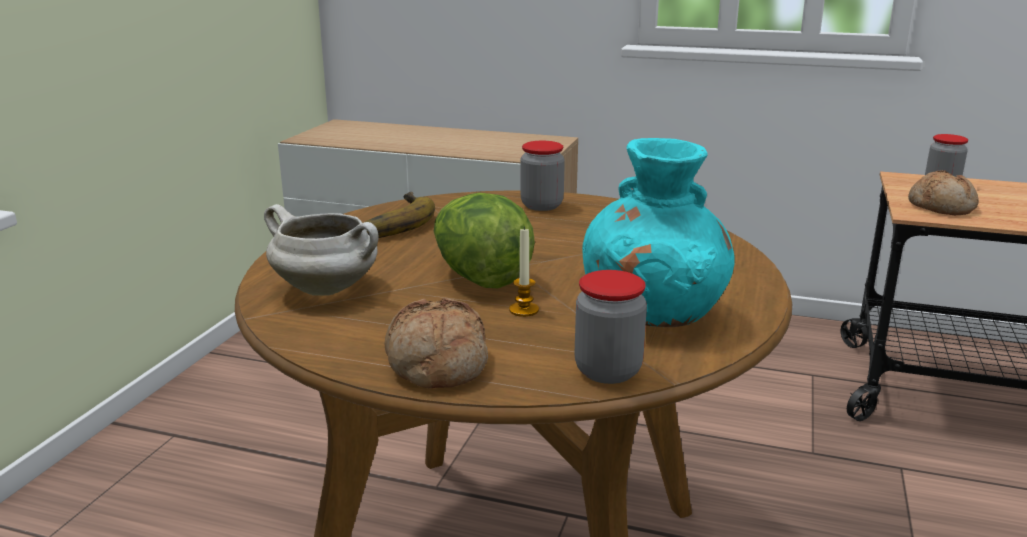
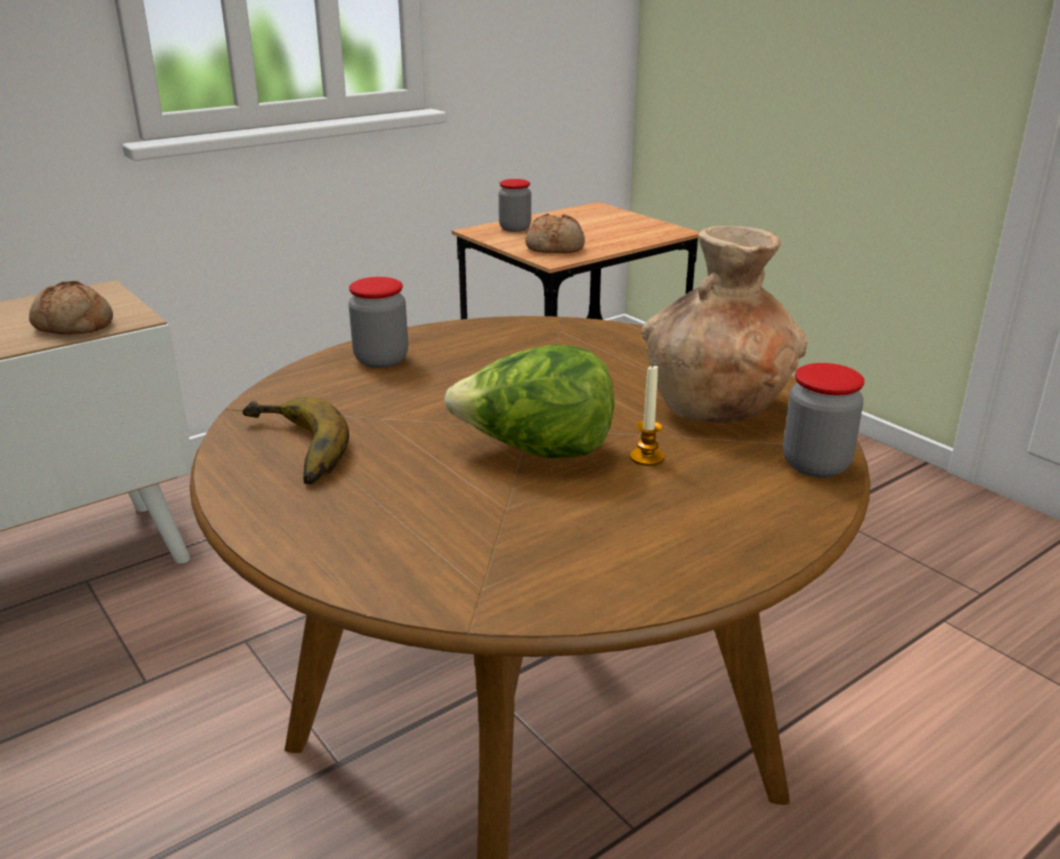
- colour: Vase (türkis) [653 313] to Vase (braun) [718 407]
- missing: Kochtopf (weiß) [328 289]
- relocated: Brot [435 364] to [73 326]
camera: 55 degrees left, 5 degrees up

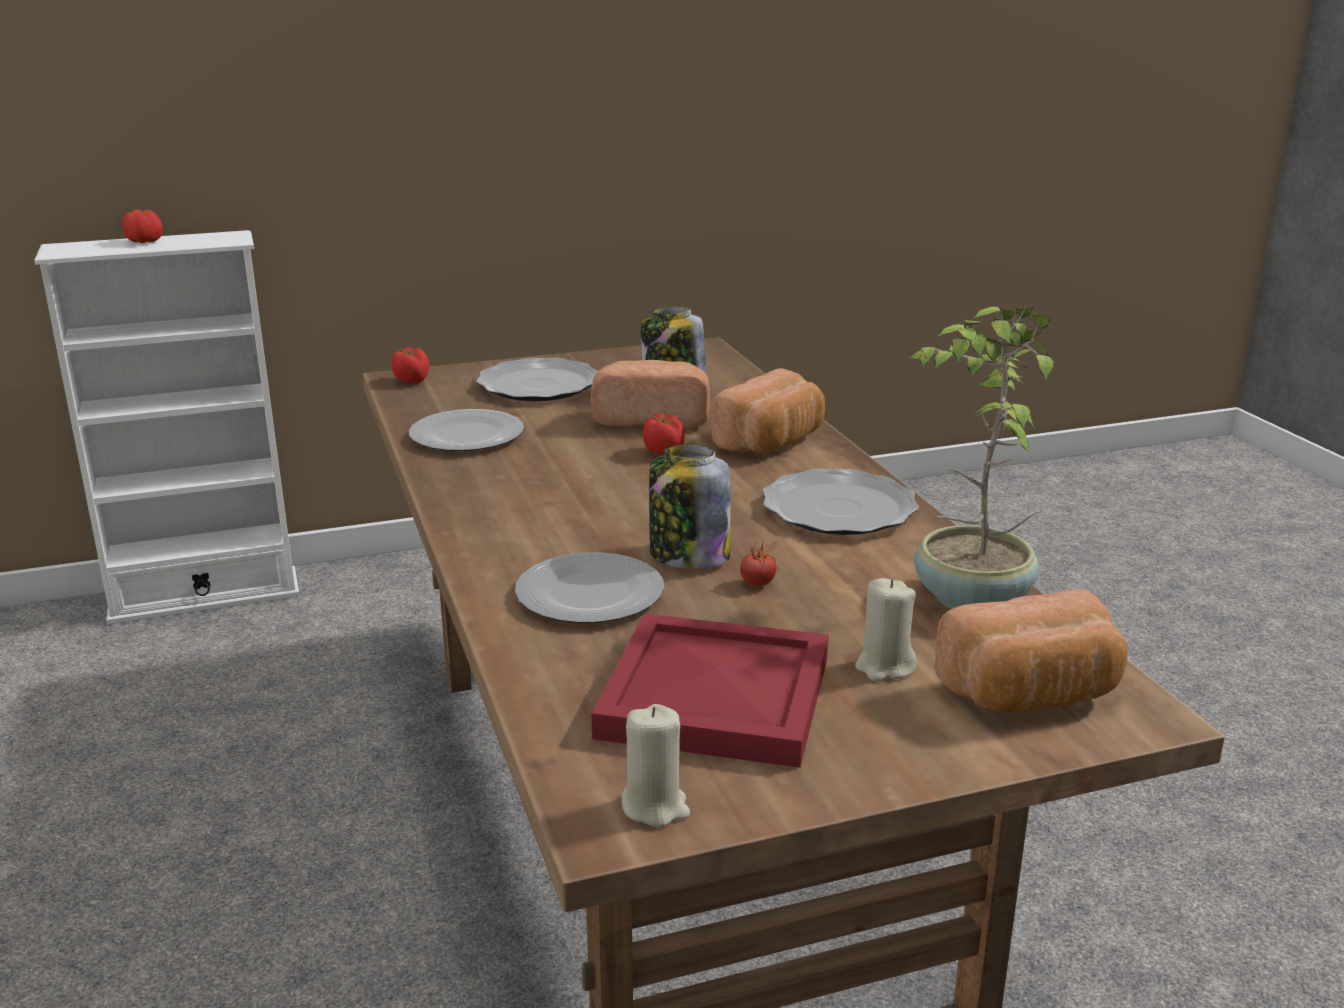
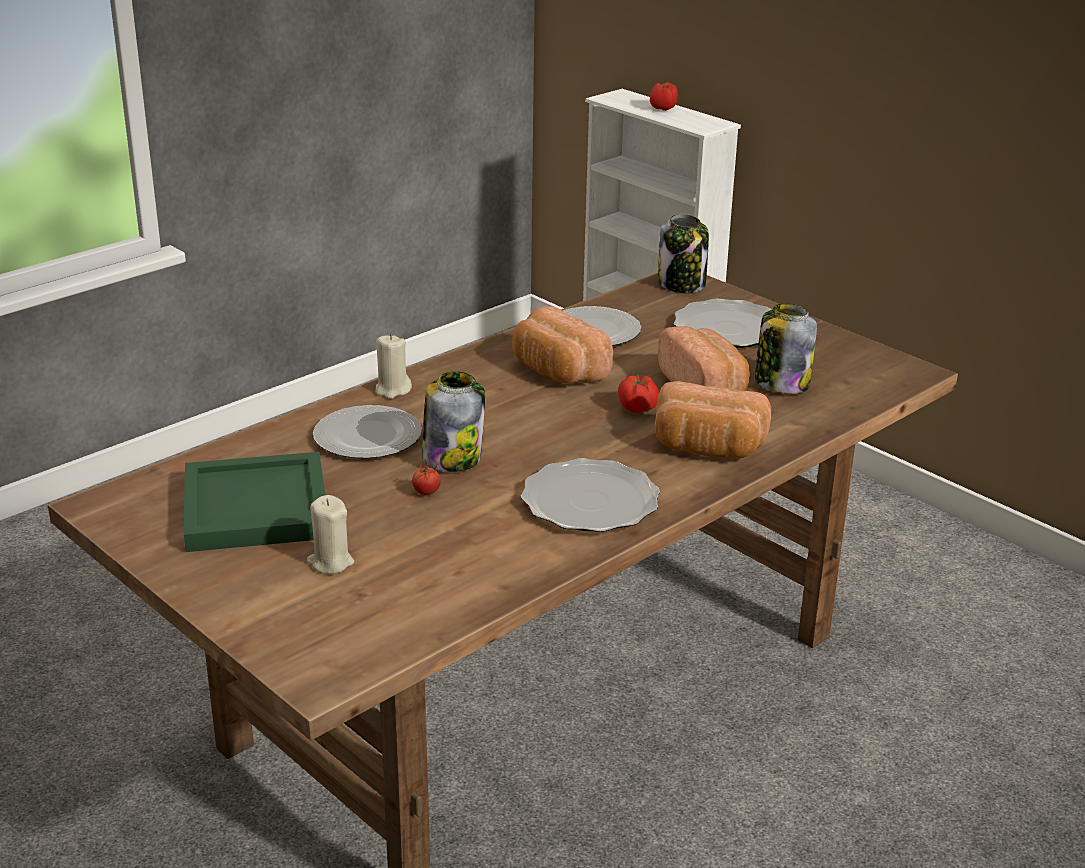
- missing: Topfpflanze [969 599]
- exchanged: Tomate [412 381] to Vorratsglas [682 284]
- relocated: Brot [1032 695] to [556 371]
- colour: Tablett (rot) [713 694] to Tablett (grün) [258 506]
- relocated: Kerze (beige) [655 806] to [392 390]
camera: 65 degrees right, 5 degrees up

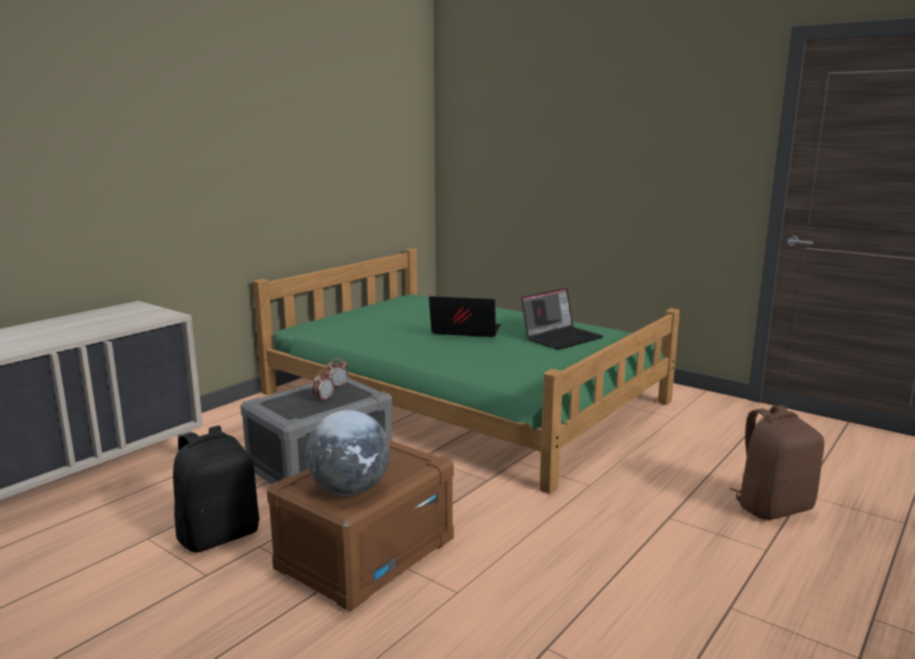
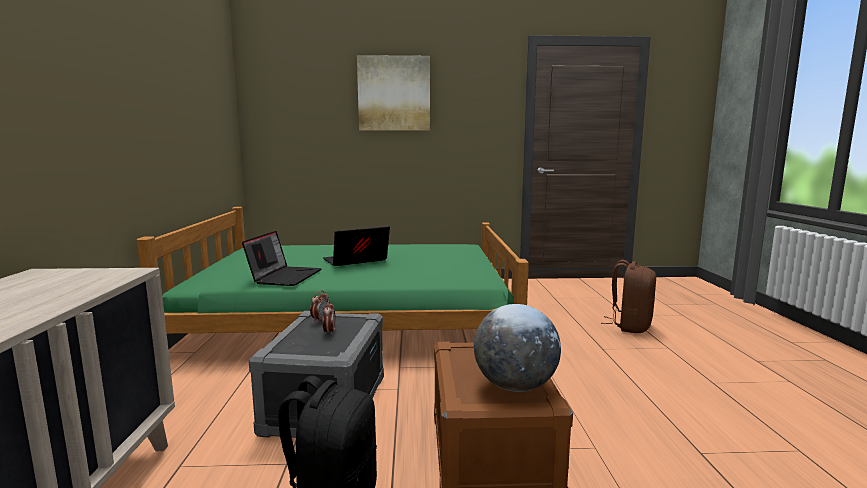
- relocated: Laptop [562 338] to [285 276]
- appeared: Bild [394 93]
camera: 40 degrees left, 5 degrees down

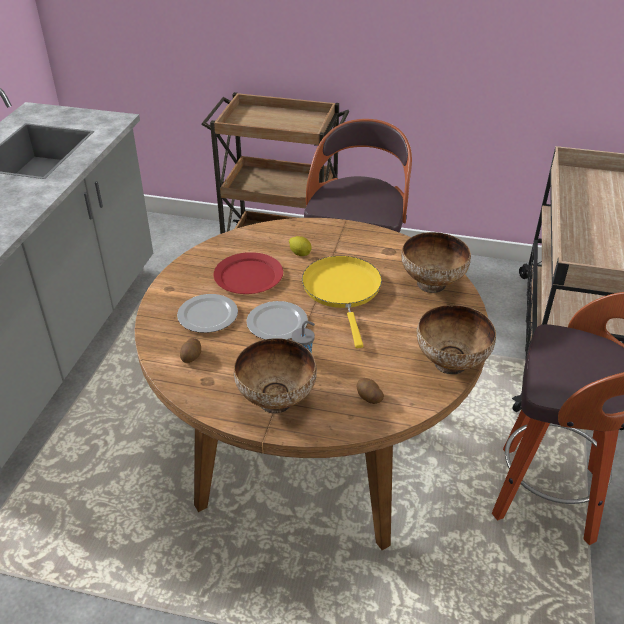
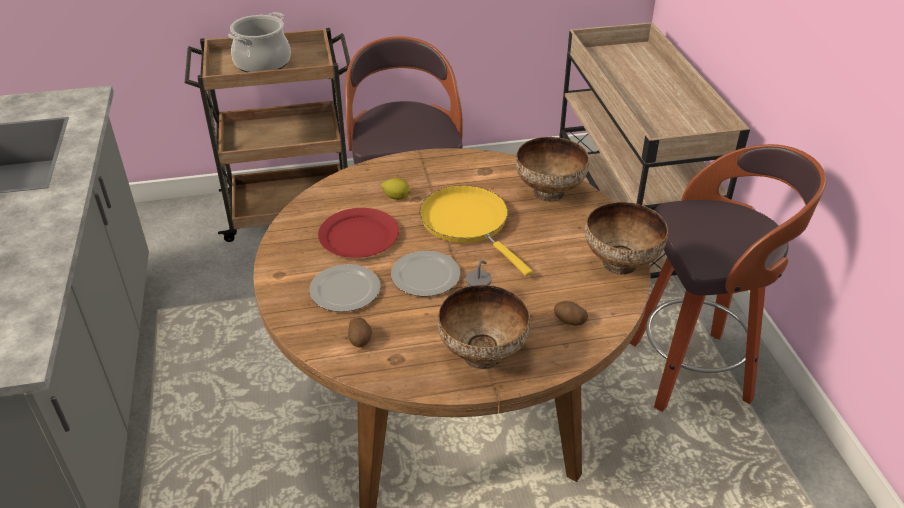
- appeared: Kochtopf [262 63]
camera: 25 degrees left, 0 degrees up

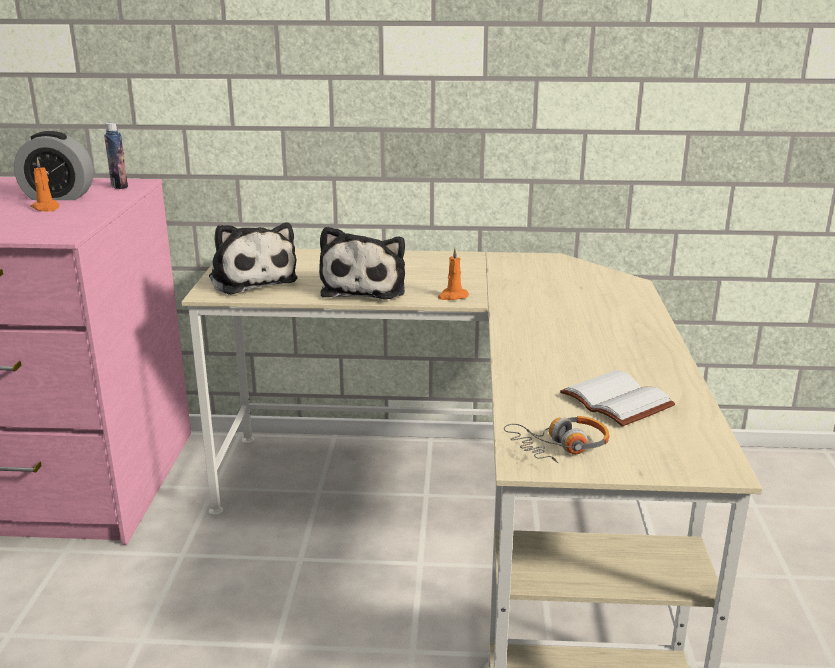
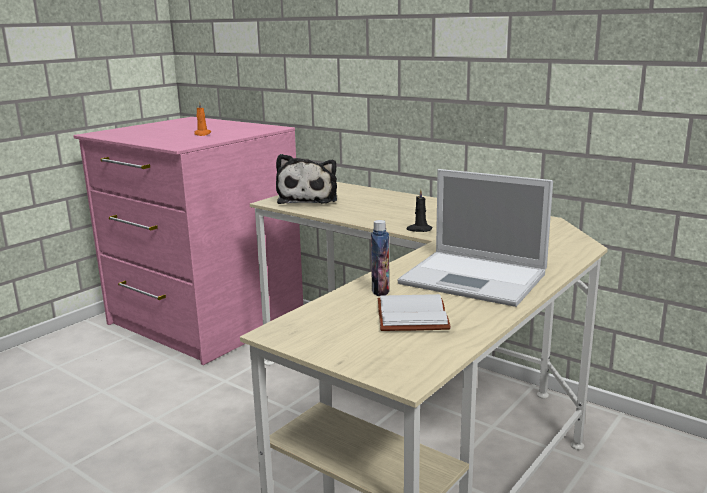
- relocated: Flasche [119 186] to [380 291]
- missing: Wecker [58 197]
- missing: Plüschtier [365 287]
- colour: Kerze (orange) [452 296] to Kerze (schwarz) [419 229]
- missing: Kopfhörer [560 447]
- appeared: Laptop [476 279]
camera: 35 degrees right, 5 degrees down

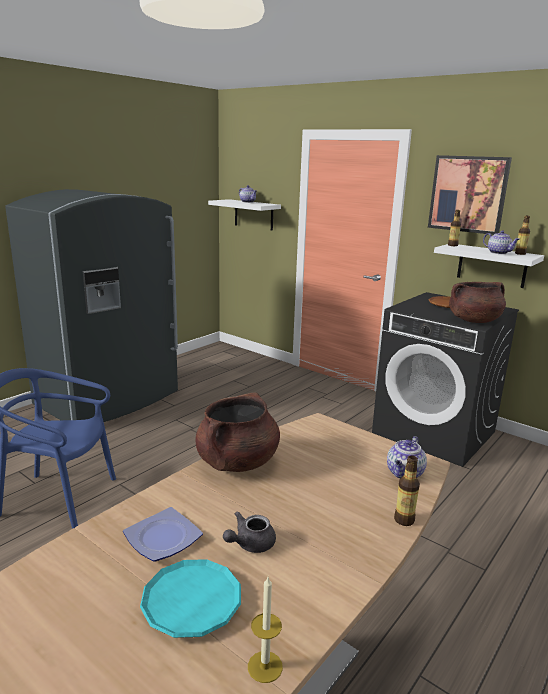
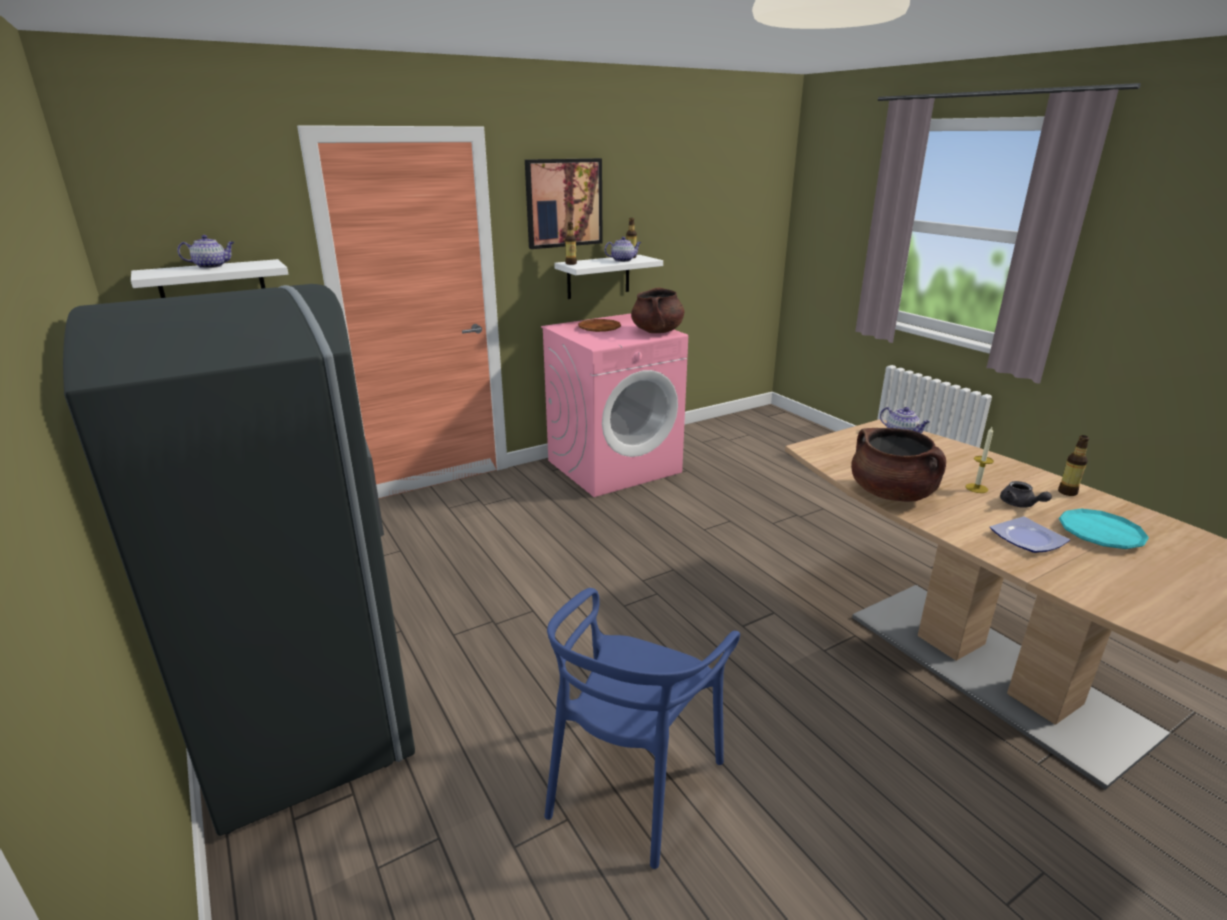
- colour: Waschmaschine (schwarz) [434 432] to Waschmaschine (rosa) [614 466]
- relocated: Flasche [404 520] to [1067 492]
- relocated: Kerze [265 666] to [976 488]
camera: 70 degrees left, 5 degrees up

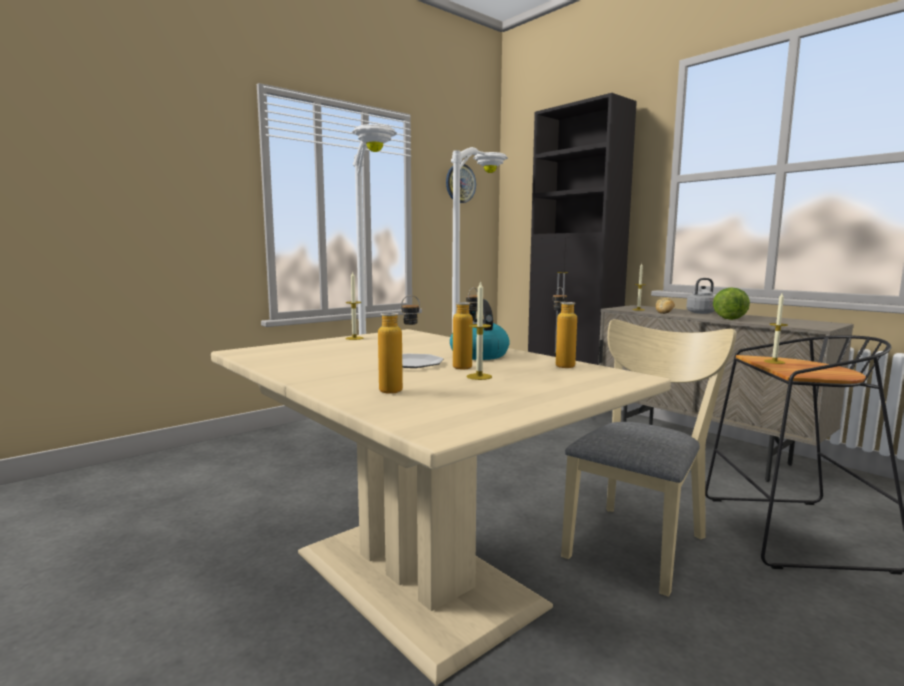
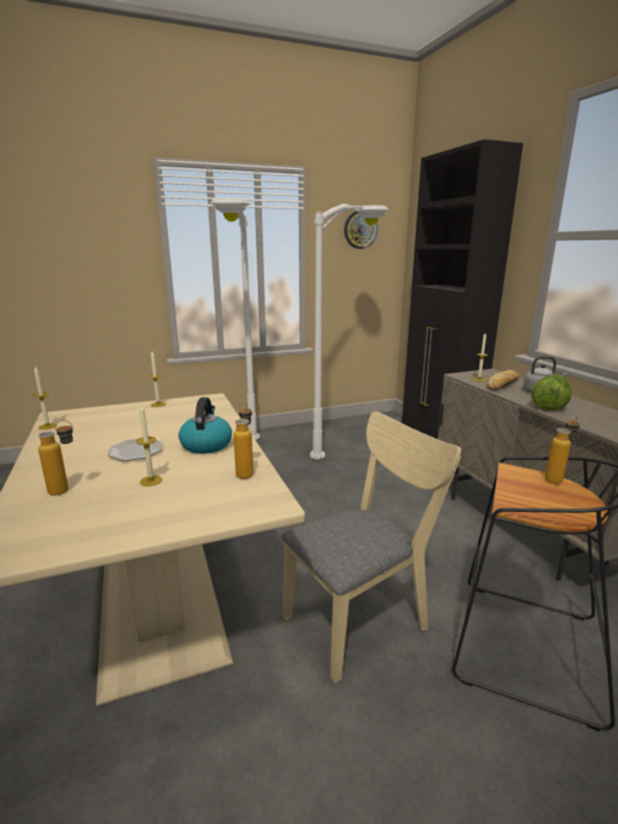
- relocated: Flasche [467 366] to [557 478]
- relocated: Kerze [774 362] to [47 426]
camera: 20 degrees right, 10 degrees up

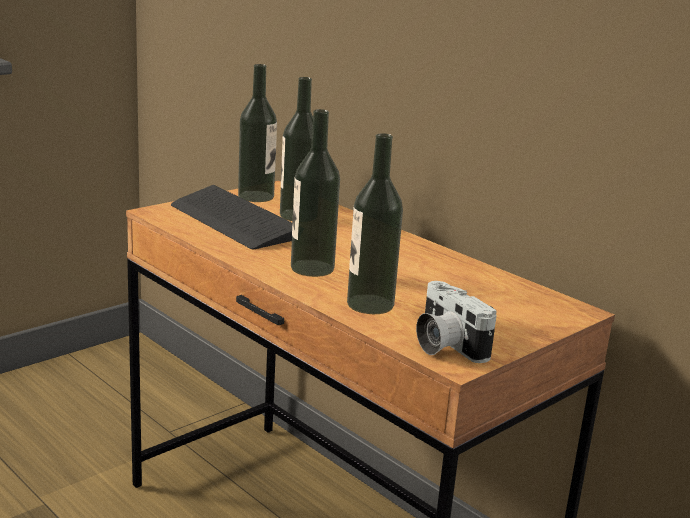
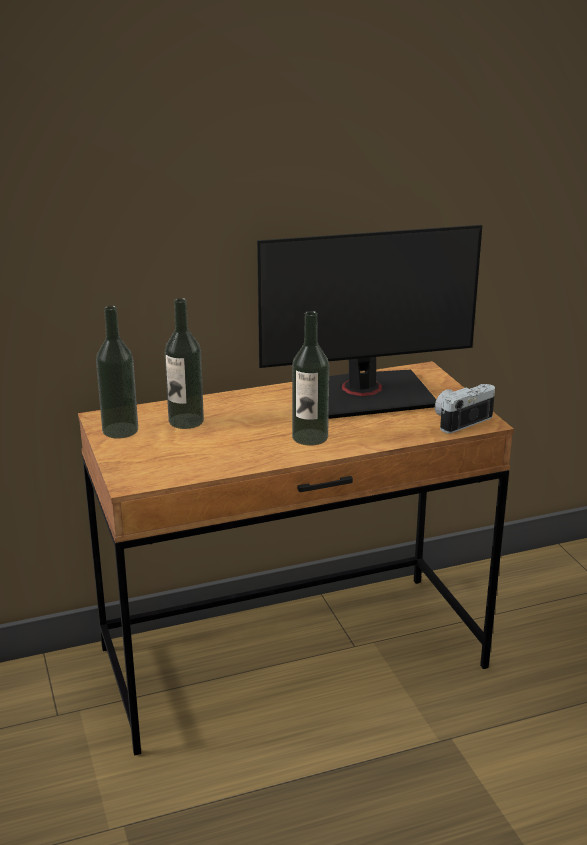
- missing: Flasche [370 304]
- missing: Tastatur [234 221]
- spun: Kamera [444 345] = [460 420] 150 degrees clockwise
- appeared: Monitor [364 395]
camera: 65 degrees left, 5 degrees up

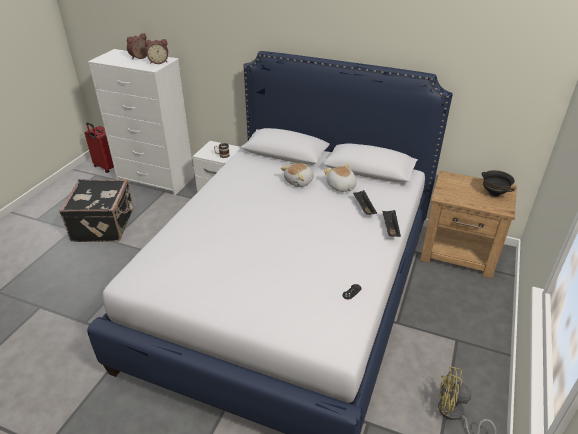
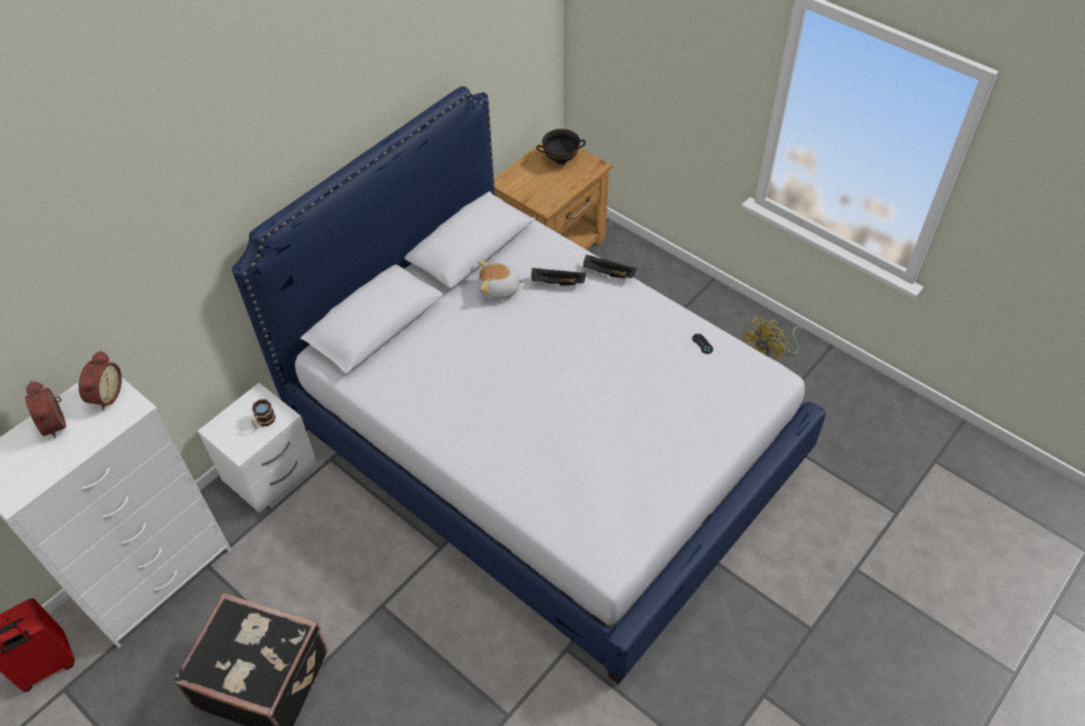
- missing: Plüschtier [299 182]
camera: 70 degrees left, 15 degrees up

